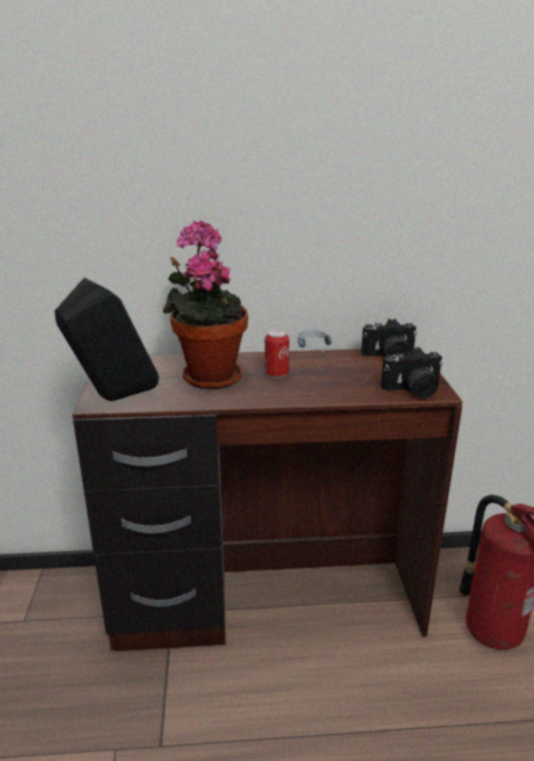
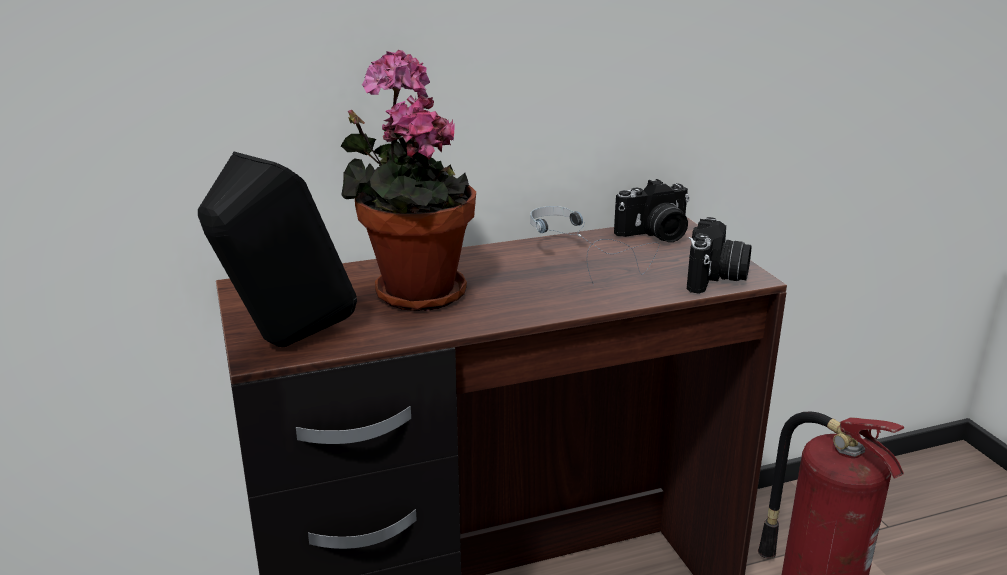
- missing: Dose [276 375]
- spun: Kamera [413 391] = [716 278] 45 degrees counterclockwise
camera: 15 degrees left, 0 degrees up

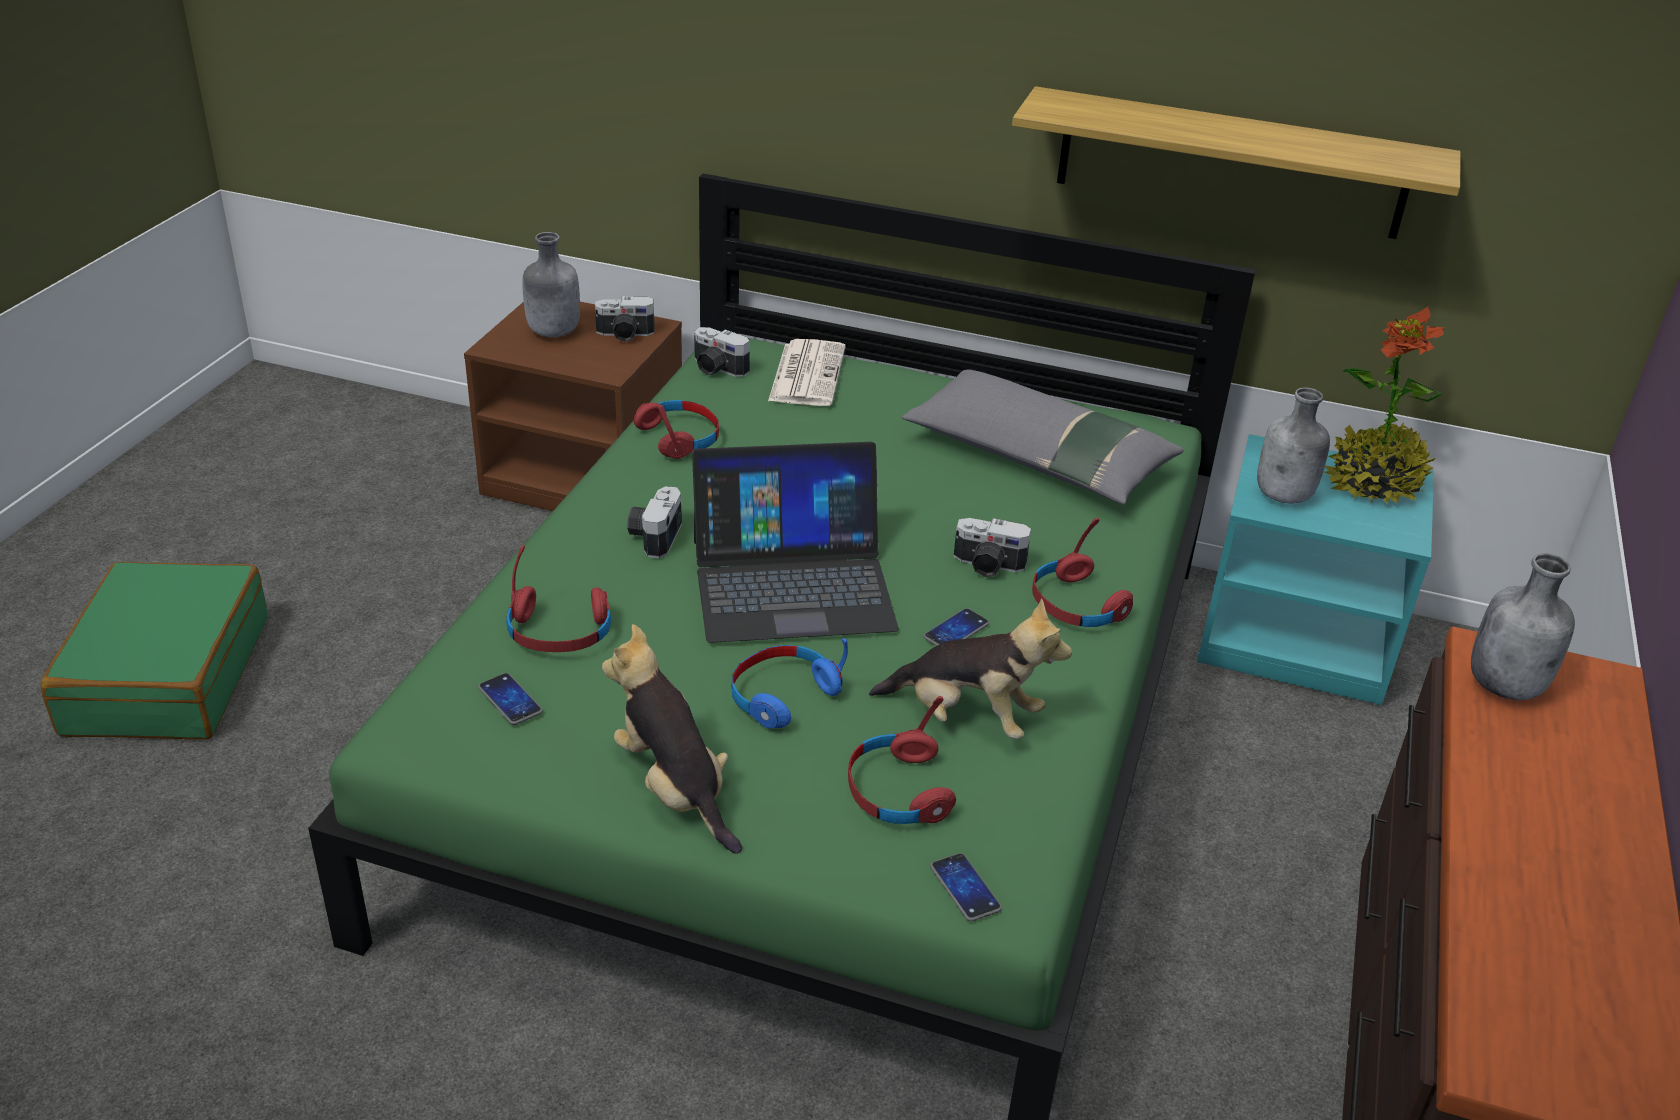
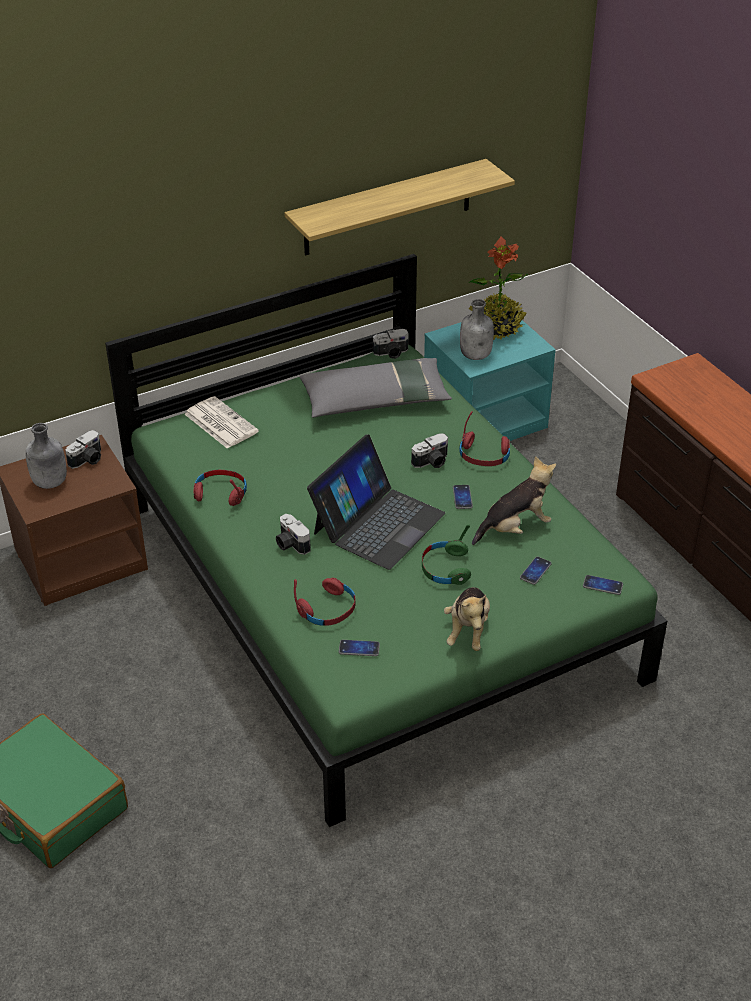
- relocated: Kamera [716 369] to [391 353]
- missing: Flasche (grau) [1505 686]
- spun: Plüschtier [674 789] = [468 630] 90 degrees counterclockwise
- colour: Kopfhörer (blau) [782 695] to Kopfhörer (grün) [445 568]
- exchanged: Kopfhörer (rot) [897 791] to Handy [535 571]
camera: 45 degrees left, 5 degrees up

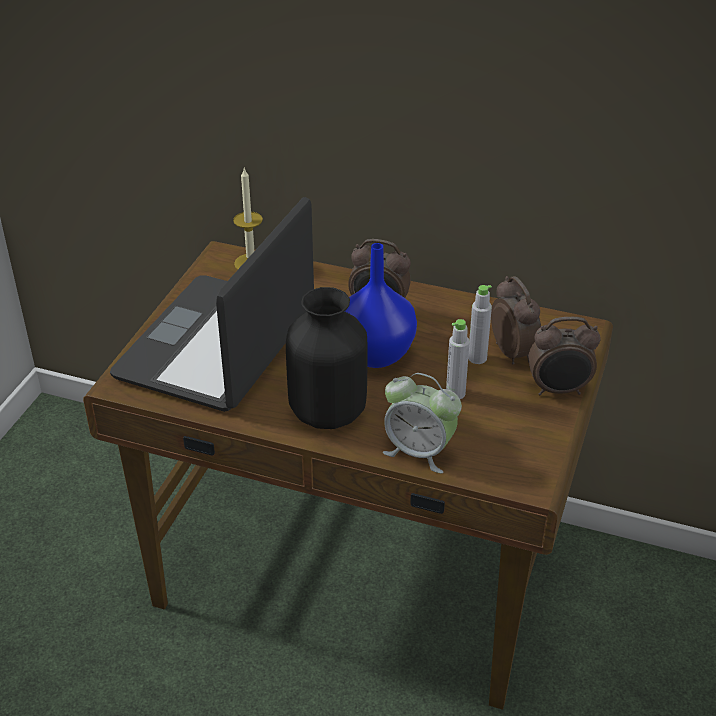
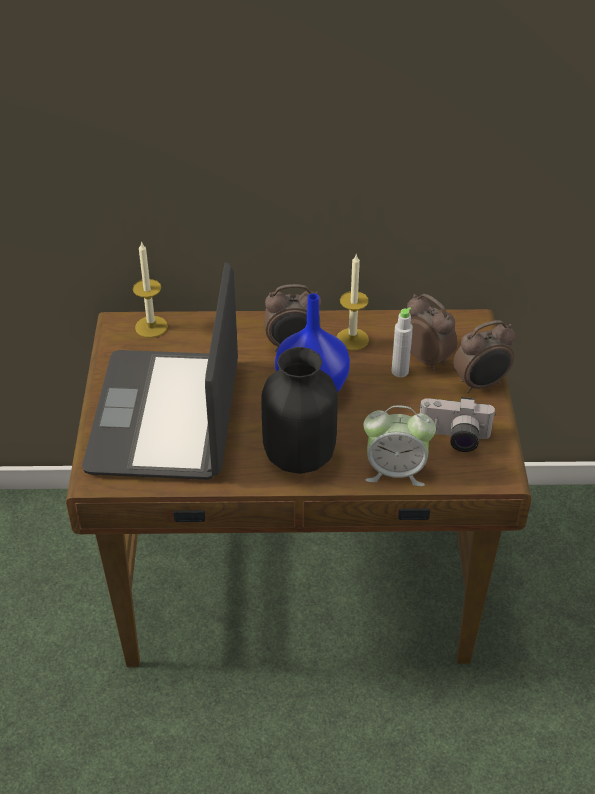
- missing: Flasche (grau) [455 393]
- appeared: Kerze [352 339]
- appeared: Kamera [453 439]
camera: 20 degrees left, 5 degrees up

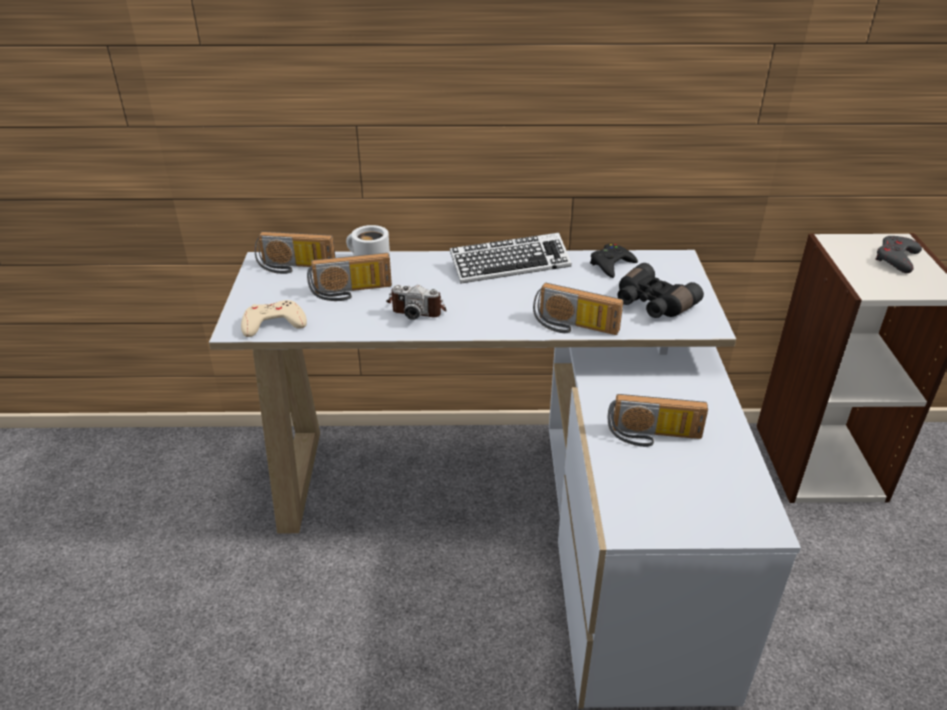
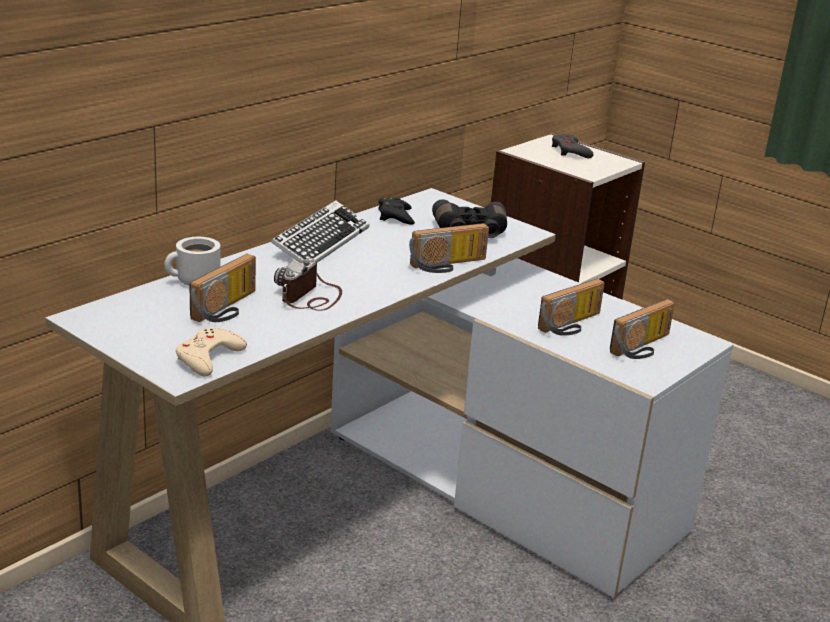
- relocated: Radio [295 267] to [644 347]
- spun: Kamera [417 308] = [310 297] 150 degrees clockwise
camera: 50 degrees left, 10 degrees down

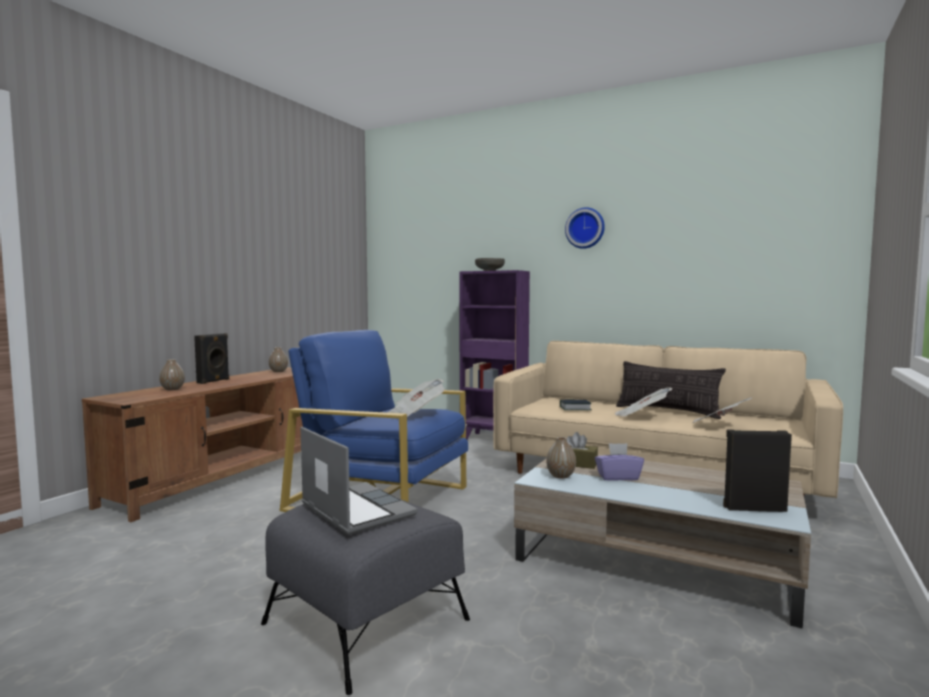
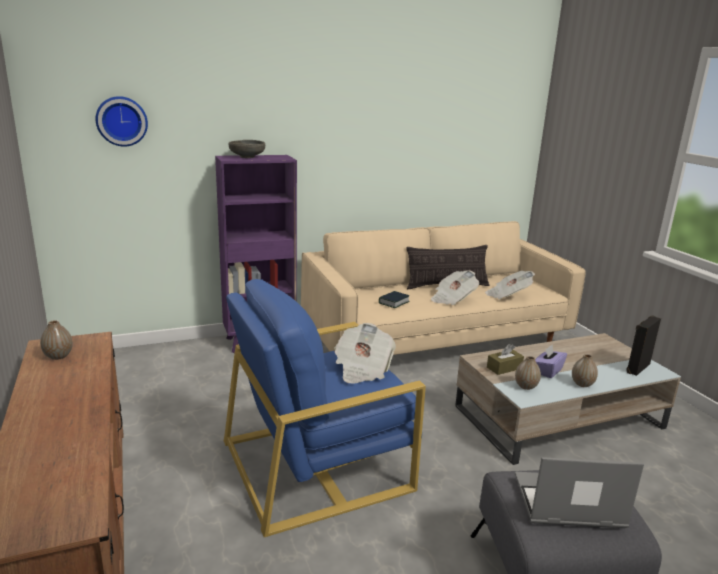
- relocated: Wanduhr [585 228] to [122 121]
- missing: Lautsprecher (schwarz) [214 381]
- relocated: Vase [172 389] to [582 384]
camera: 50 degrees left, 15 degrees up

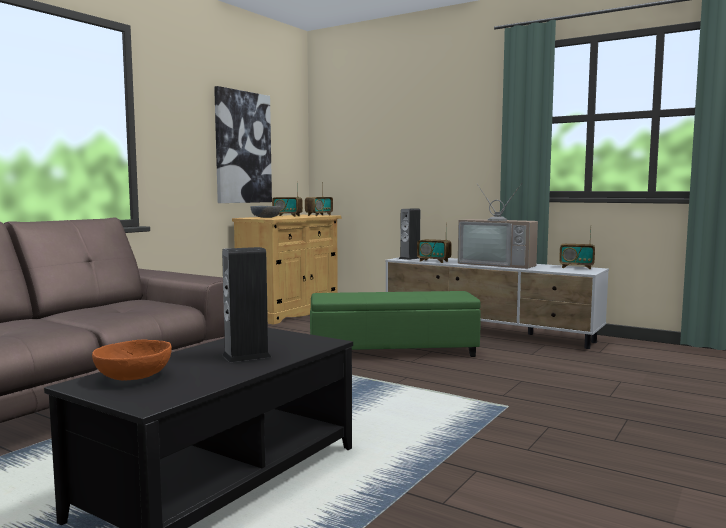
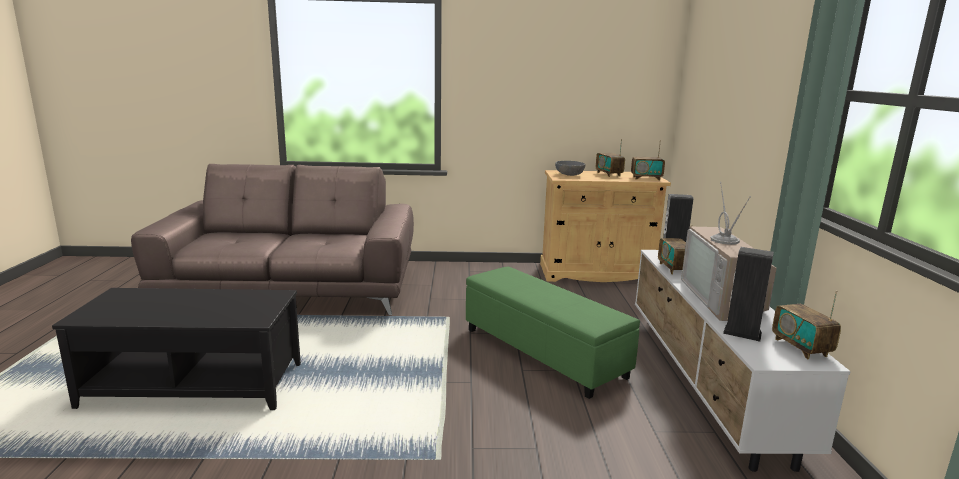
- missing: Bild [242 147]
- relocated: Lautsprecher [246 356] to [742 333]
- missing: Schüssel (orange) [133 377]
camera: 55 degrees right, 10 degrees up

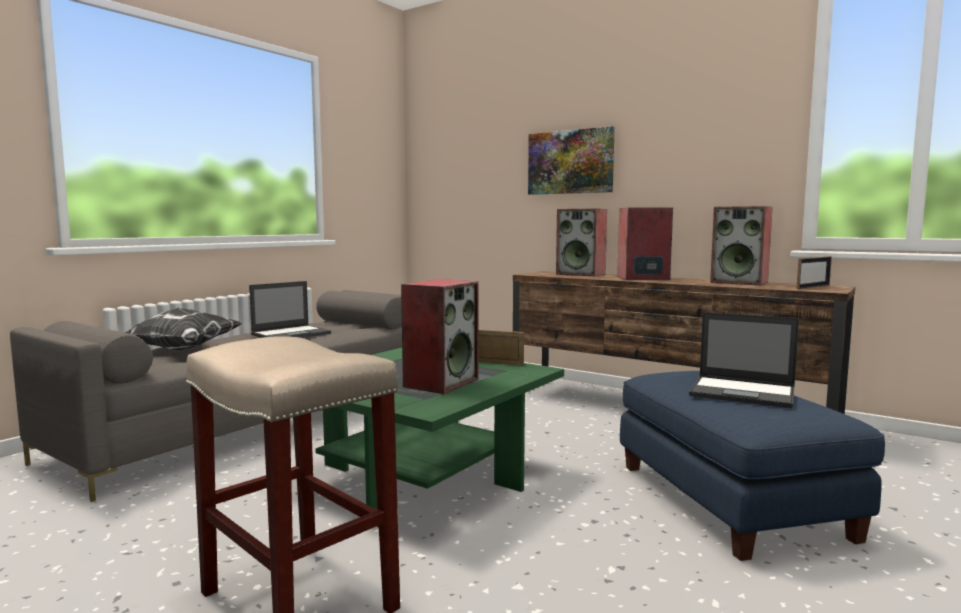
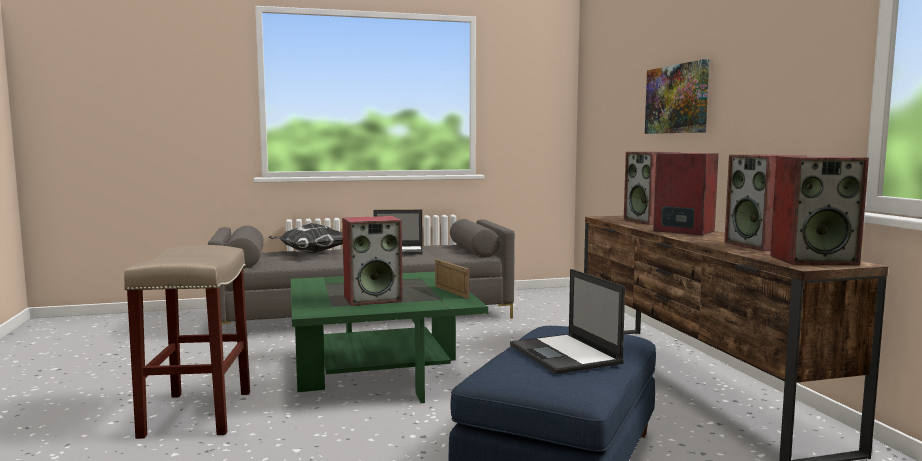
- exchanged: Bilderrahmen [813 287] to Lautsprecher [814 260]
camera: 40 degrees right, 0 degrees up

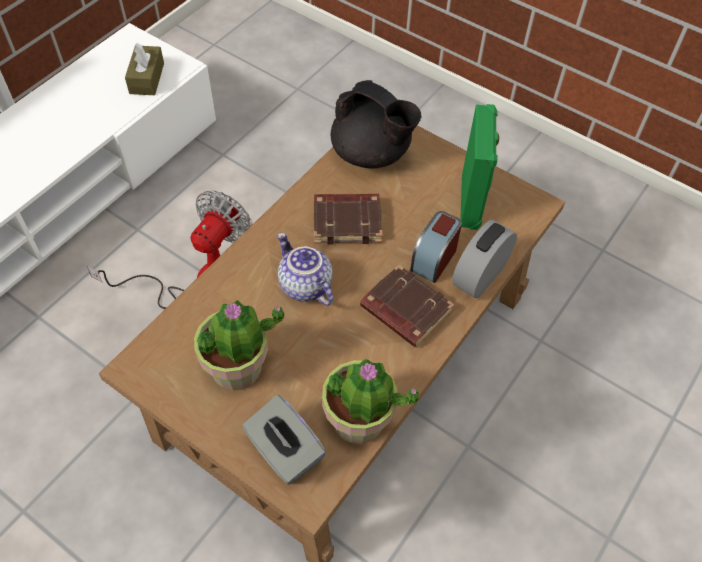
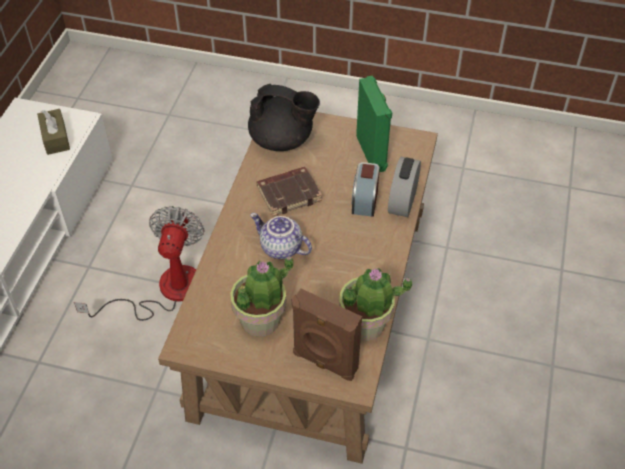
- missing: Buch (braun) [404 310]
- exchanged: Taschentuchbox (grau) [284 452] to Lautsprecher (braun) [324 362]
camera: 20 degrees left, 5 degrees down

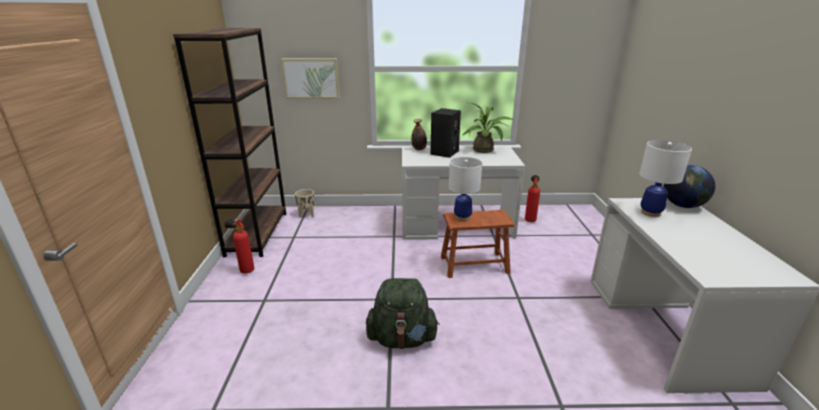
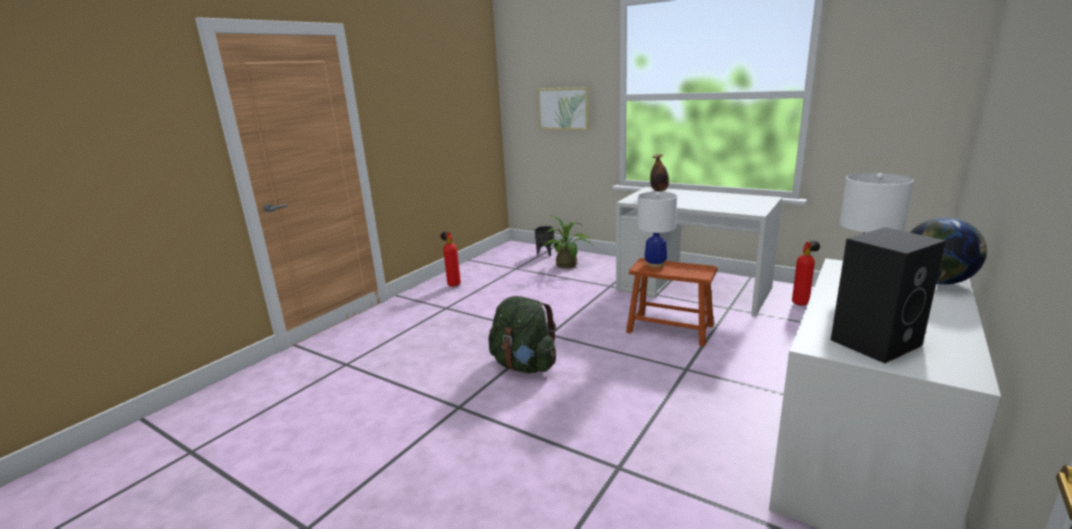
- missing: Bücherregal (braun) [257 233]
- relocated: Topfpflanze [485 150] to [568 266]
- relocated: Lautsprecher (schwarz) [444 152] to [875 341]
- colour: Pflanzkübel (beige) [307 215] to Pflanzkübel (schwarz) [545 253]
camera: 35 degrees right, 5 degrees down

